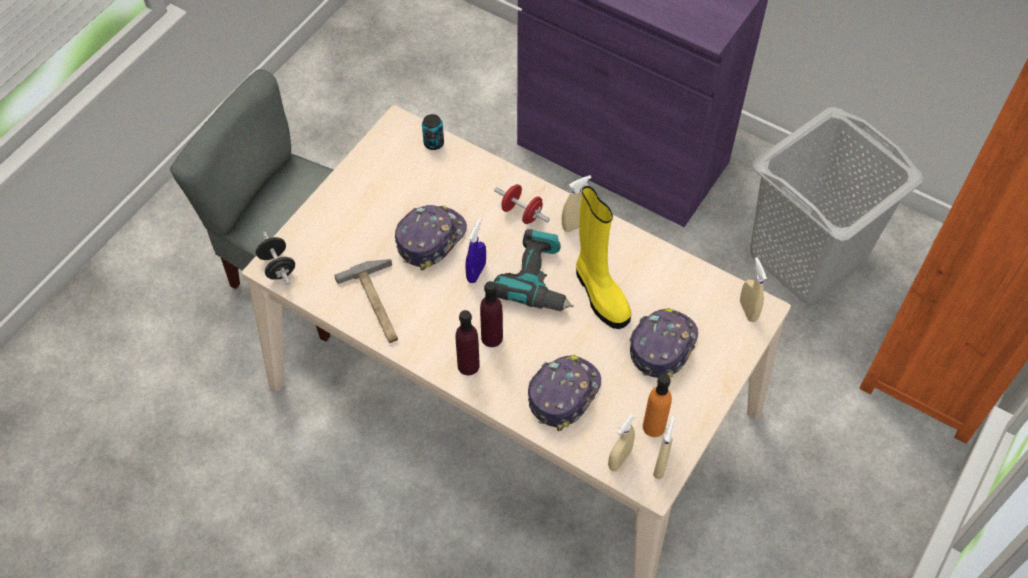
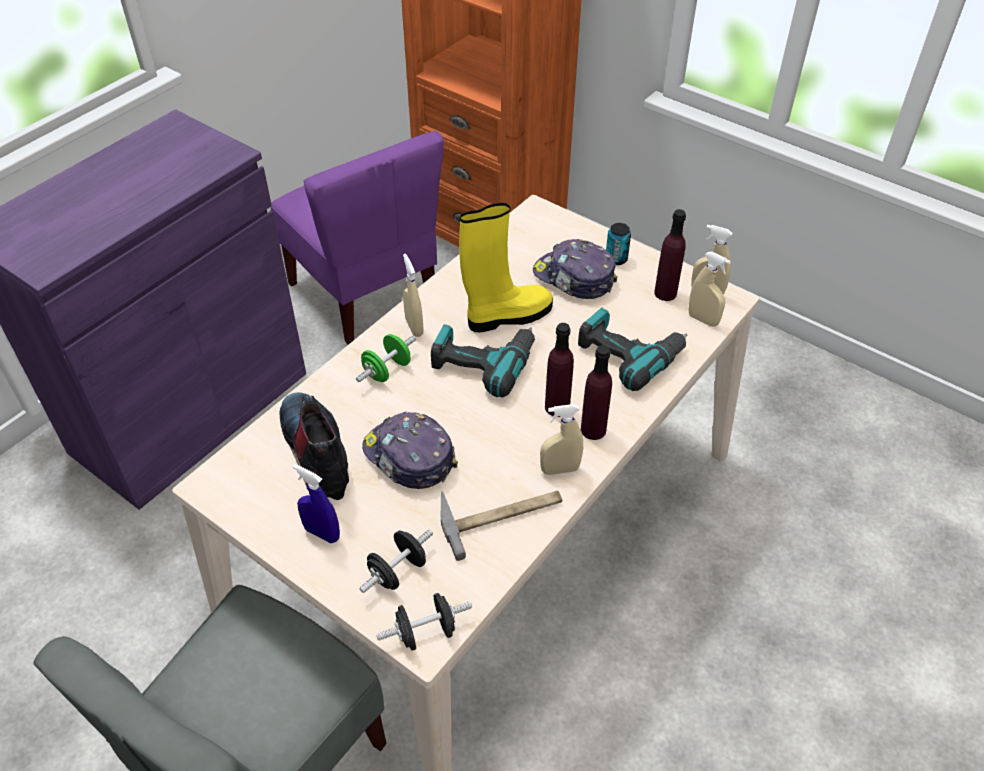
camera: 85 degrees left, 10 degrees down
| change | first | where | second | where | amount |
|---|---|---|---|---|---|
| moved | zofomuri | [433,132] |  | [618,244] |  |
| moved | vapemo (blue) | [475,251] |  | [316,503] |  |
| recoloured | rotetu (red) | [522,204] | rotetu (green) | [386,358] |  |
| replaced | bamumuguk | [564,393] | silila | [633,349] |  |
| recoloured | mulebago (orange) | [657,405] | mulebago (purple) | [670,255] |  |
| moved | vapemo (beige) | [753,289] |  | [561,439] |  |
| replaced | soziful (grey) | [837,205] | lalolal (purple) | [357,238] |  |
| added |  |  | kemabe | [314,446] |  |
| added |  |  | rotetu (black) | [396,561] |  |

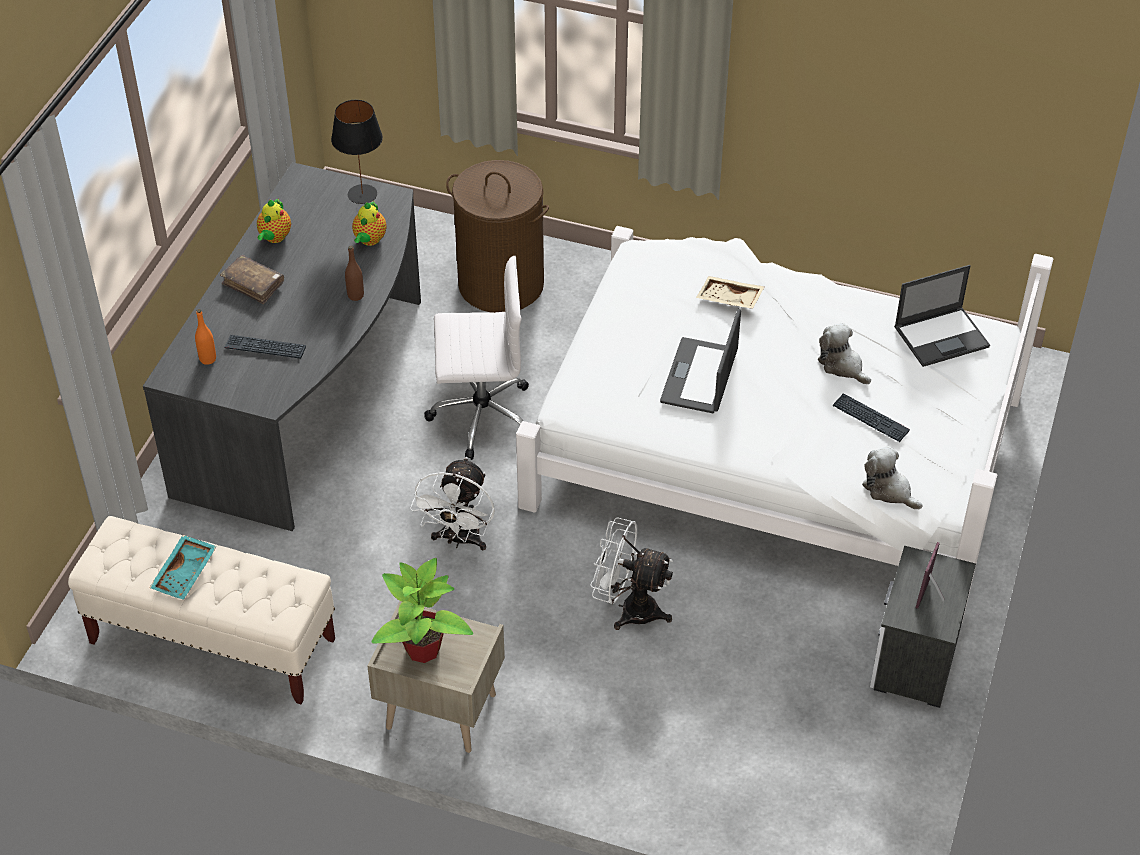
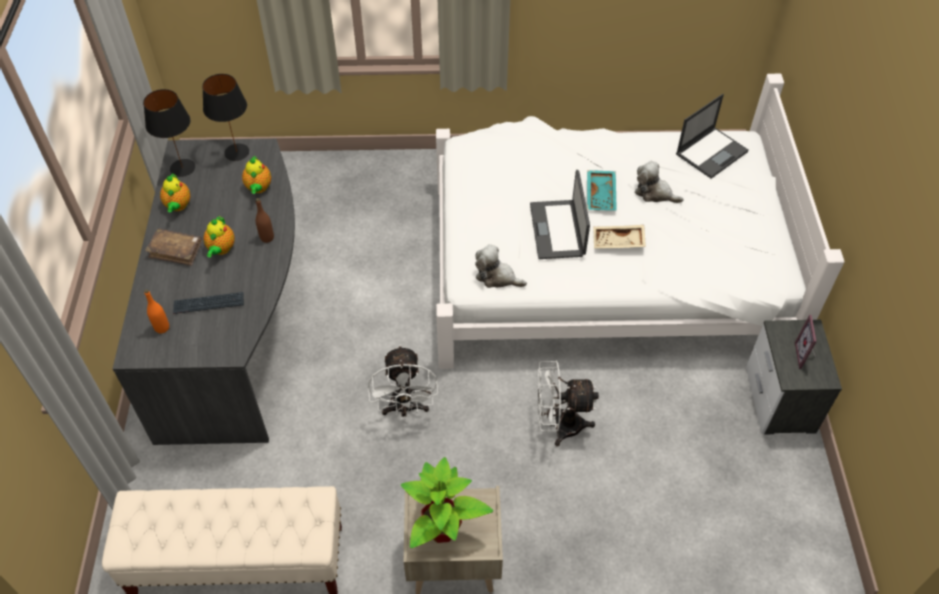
camera: 20 degrees left, 5 degrees up
| change | first | where | second | where | amount |
|---|---|---|---|---|---|
| moved | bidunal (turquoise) | [183,567] |  | [602,190] |  |
| removed | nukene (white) | [476,358] |  |  |  |
| removed | soziful (brown) | [497,236] |  |  |  |
| moved | bidunal (beige) | [730,292] |  | [620,237] |  |
| removed | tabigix | [871,417] |  |  |  |
| moved | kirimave | [892,477] |  | [501,266] |  |
| added |  |  | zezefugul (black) | [169,133] |  |
| added |  |  | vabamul | [219,236] |  |

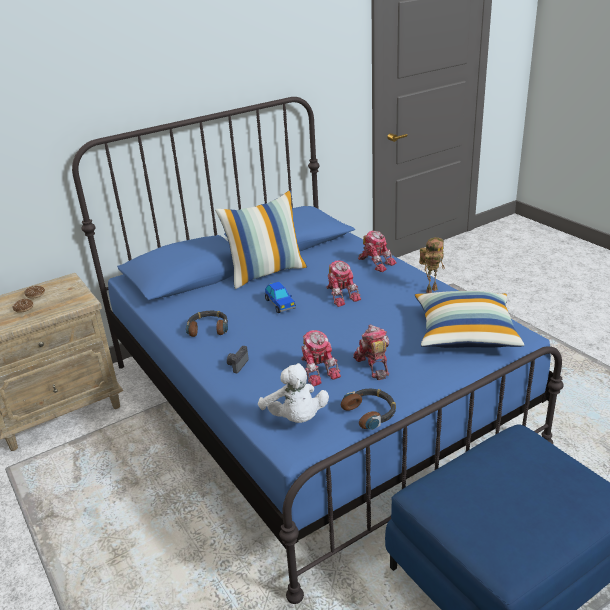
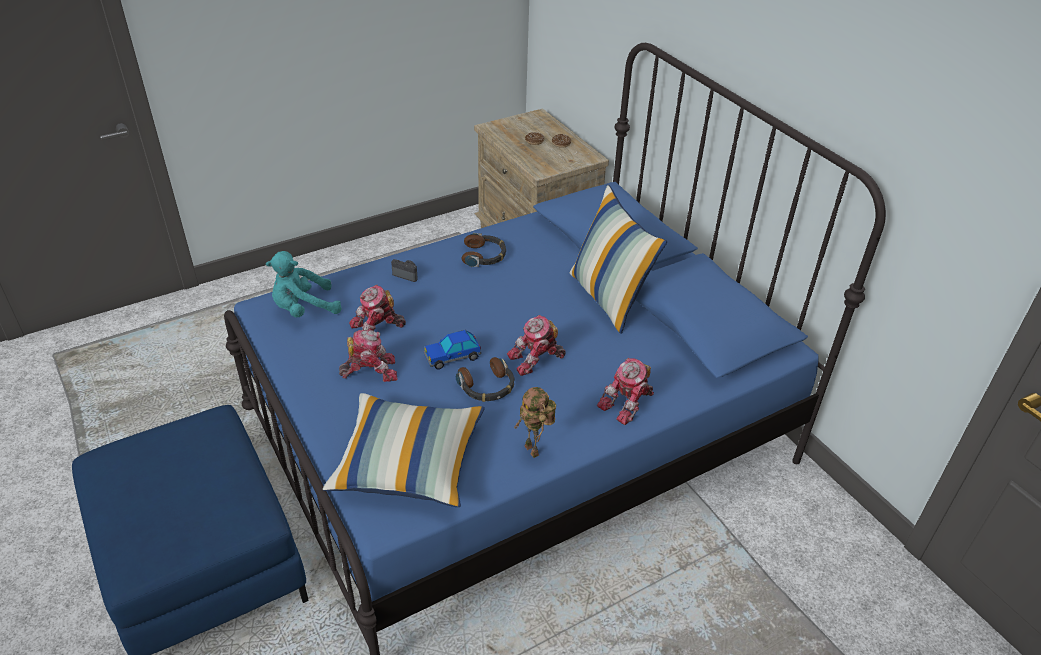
camera: 90 degrees right, 10 degrees up
| change | first | where | second | where | amount |
|---|---|---|---|---|---|
| recoloured | kirimave (white) | [293,393] | kirimave (turquoise) | [304,284] |  |
| moved | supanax | [280,297] |  | [452,350] |  |
| moved | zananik | [368,409] |  | [485,379] |  |

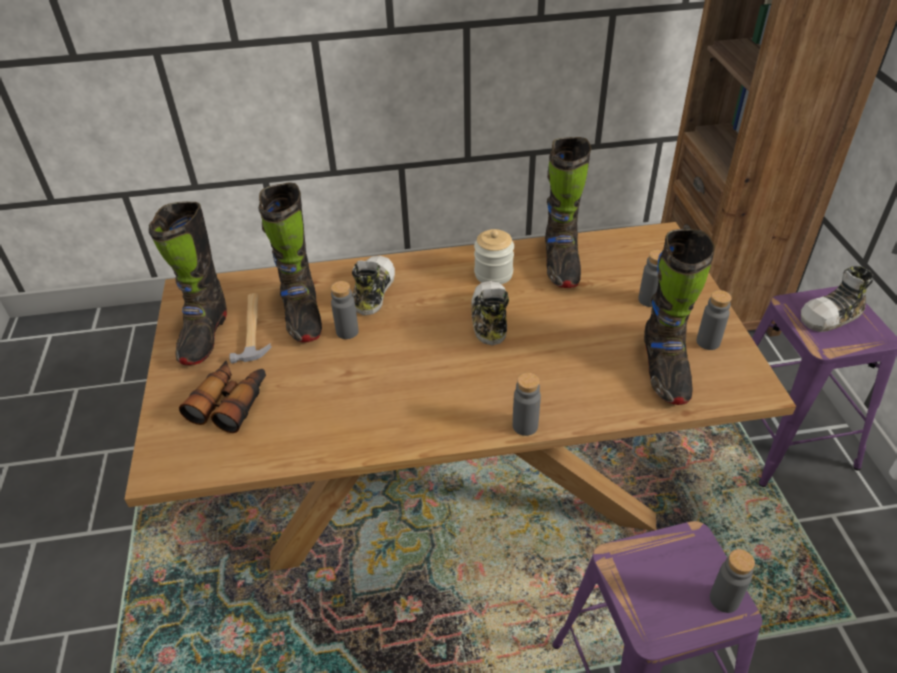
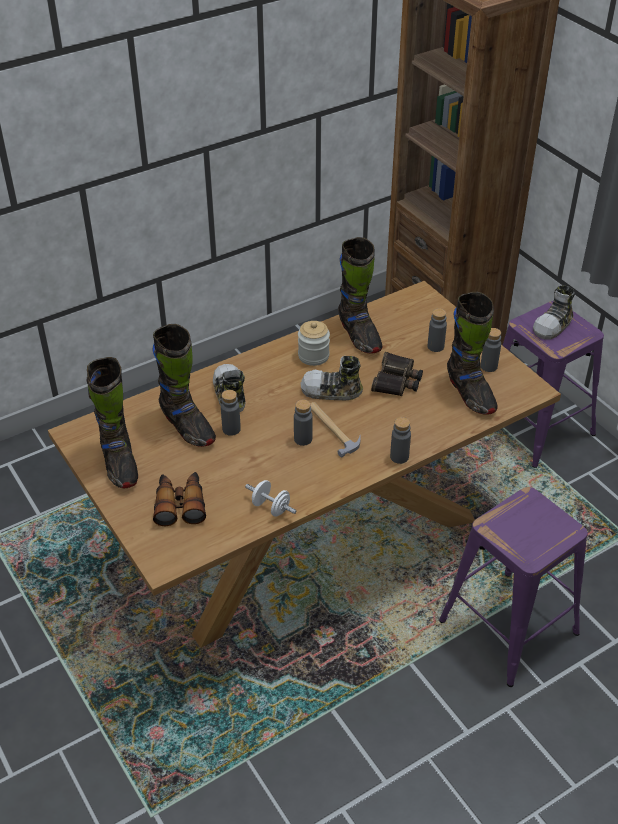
camera: 25 degrees left, 0 degrees up
| change | first | where | second | where | amount |
|---|---|---|---|---|---|
| moved | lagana | [250,328] |  | [335,429] |  |
| turned | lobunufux | [490,313] |  | [331,378] | 60 degrees counterclockwise |
| moved | mulebago (grey) | [732,581] |  | [303,422] |  |
| added |  |  | rotetu (white) | [270,498] |  |
| added |  |  | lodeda | [397,374] |  |

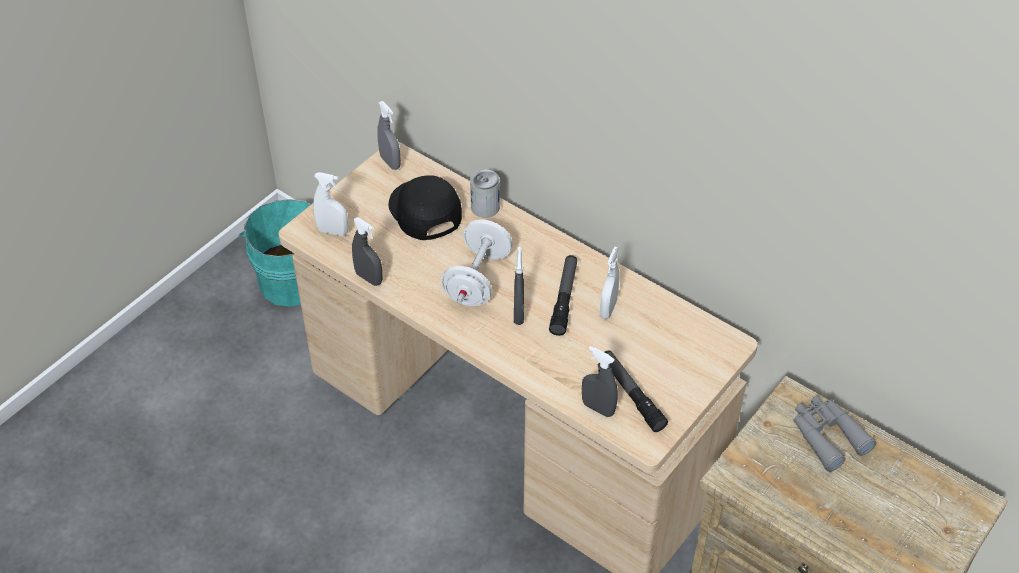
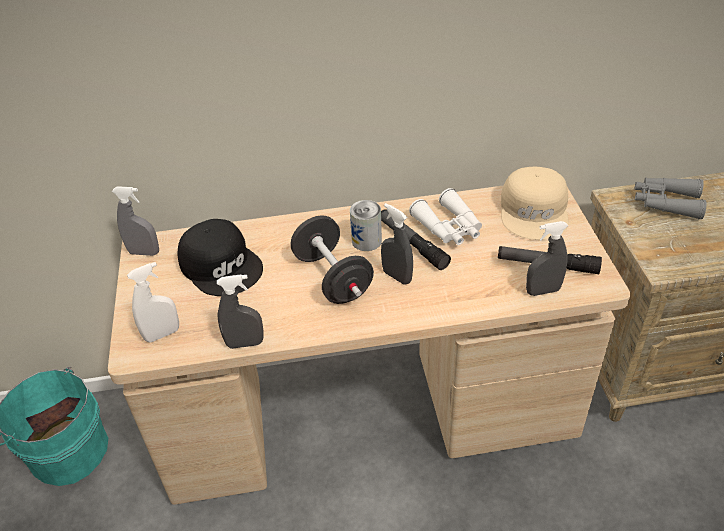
camera: 45 degrees left, 5 degrees down
| change | first | where | second | where | amount |
|---|---|---|---|---|---|
| turned | bamumuguk (black) | [425,207] |  | [220,257] | 150 degrees counterclockwise |
| recoloured | rotetu (white) | [477,263] | rotetu (black) | [332,259] |  |
| moved | zofomuri | [485,194] |  | [366,225] |  |
| replaced | vapemo (white) | [609,282] | lodeda (white) | [445,216] |  |
| added |  |  | bamumuguk (beige) | [535,203] |  |

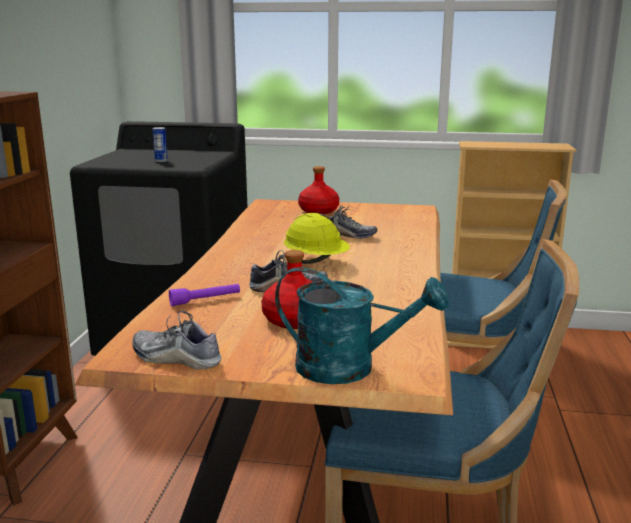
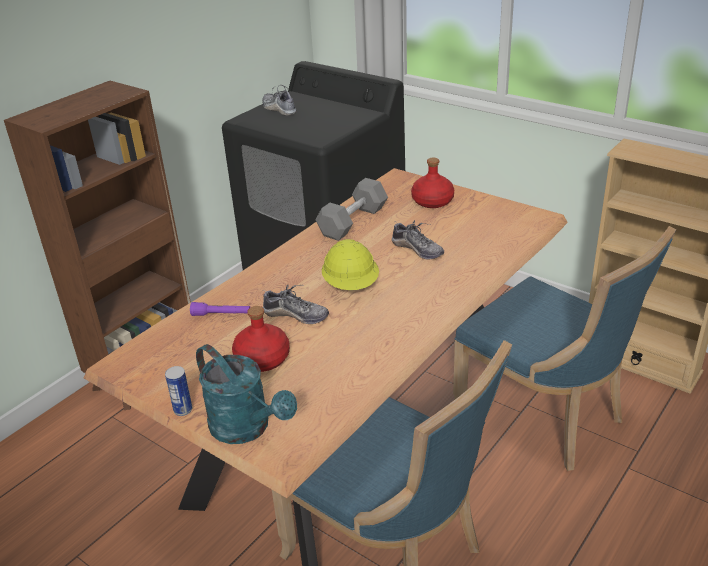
camera: 30 degrees right, 15 degrees up
| change | first | where | second | where | amount |
|---|---|---|---|---|---|
| moved | lobunufux | [176,340] |  | [279,100] |  |
| moved | zofomuri | [160,144] |  | [179,391] |  |
| added |  |  | rotetu (grey) | [352,209] |  |

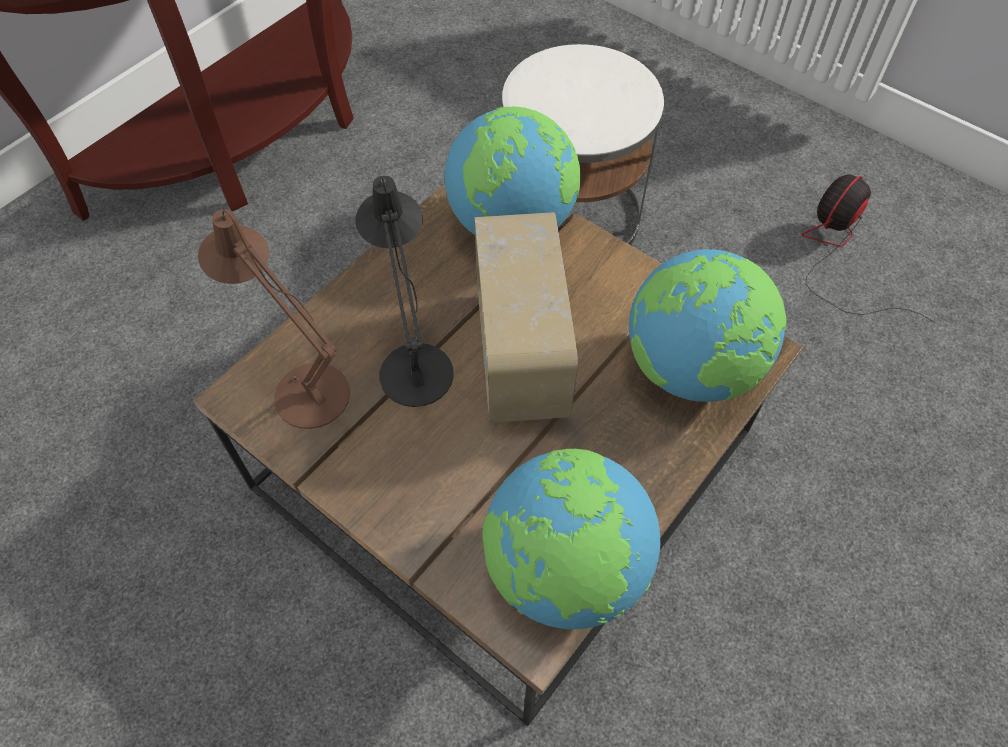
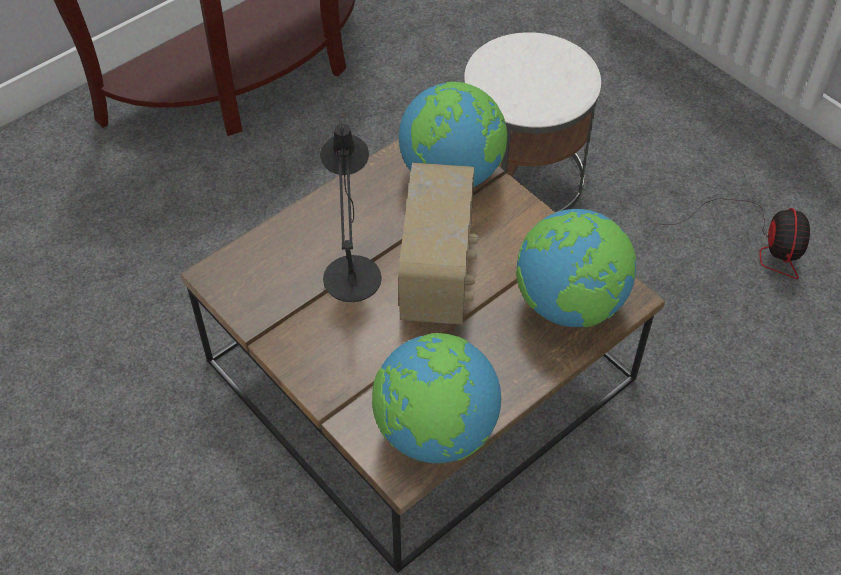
camera: 10 degrees right, 5 degrees down
| change | first | where | second | where | amount |
|---|---|---|---|---|---|
| removed | zezefugul (brown) | [274,319] |  |  |  |
| turned | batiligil | [868,249] |  | [732,238] | 135 degrees clockwise |

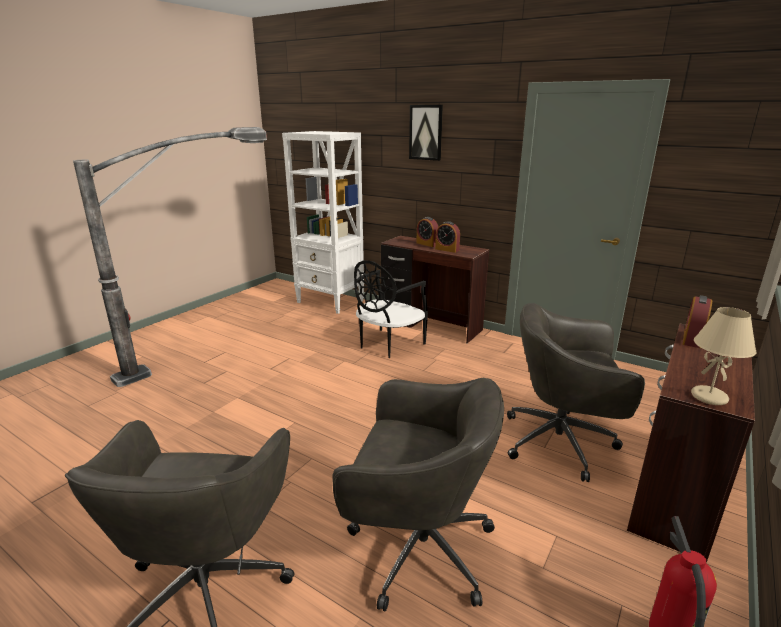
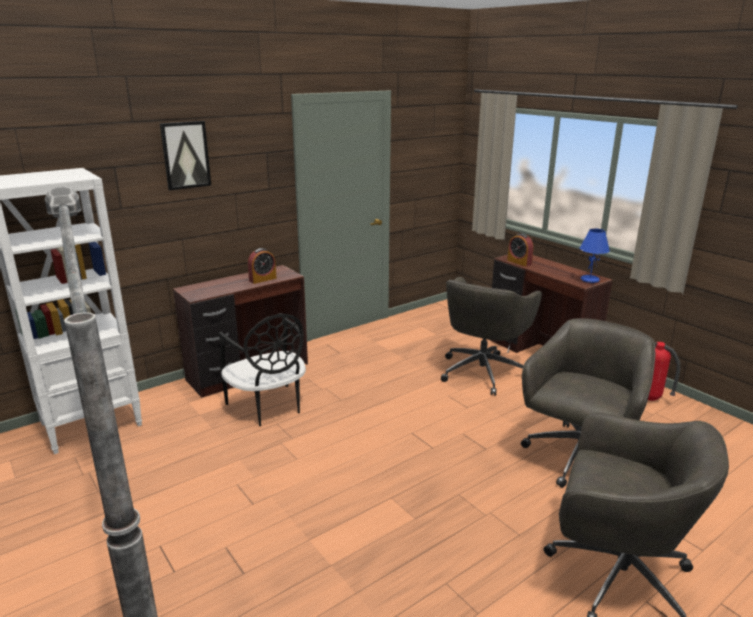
camera: 70 degrees left, 0 degrees up
| change | first | where | second | where | amount |
|---|---|---|---|---|---|
| removed | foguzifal | [427,232] |  |  |  |
| recoloured | zezefugul (beige) | [724,356] | zezefugul (blue) | [594,256] |  |

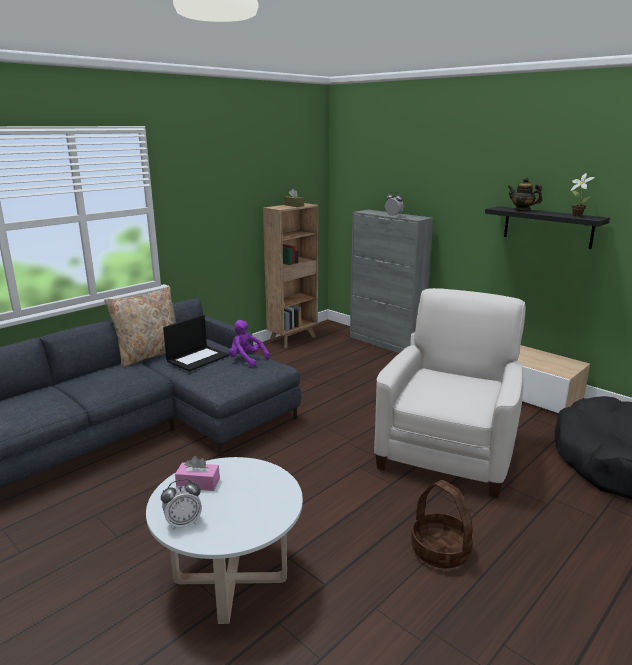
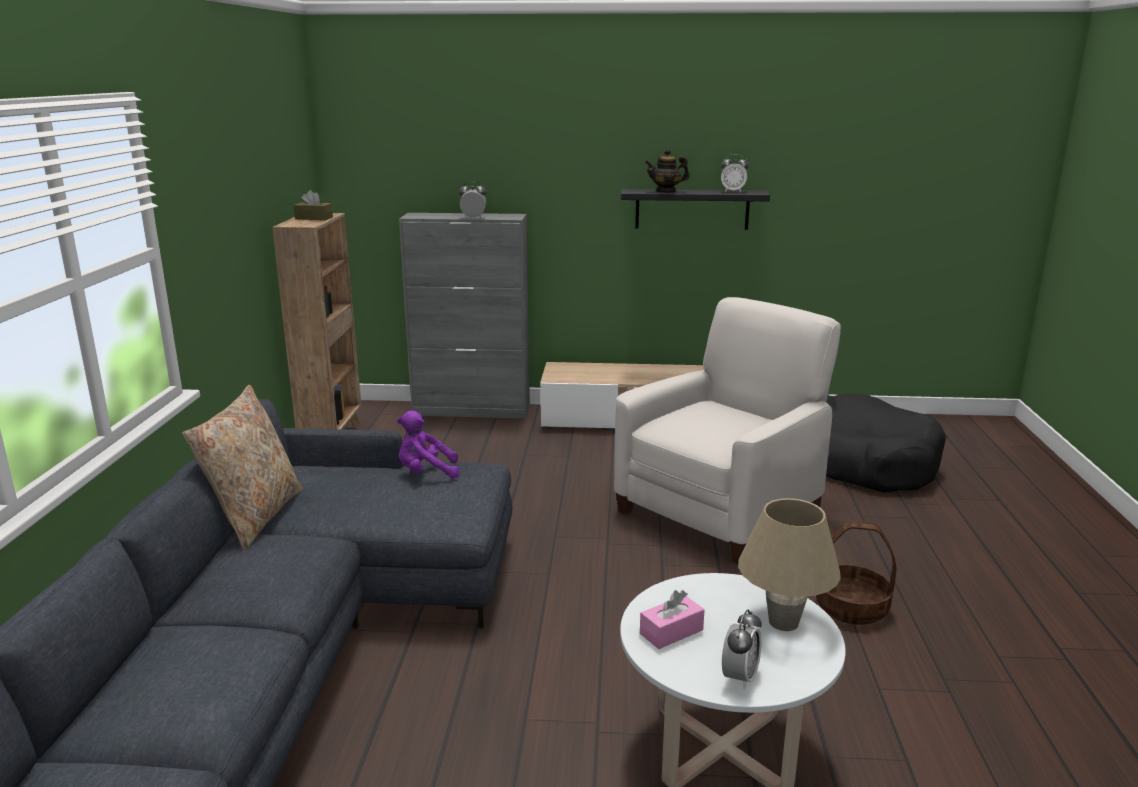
camera: 40 degrees left, 0 degrees up
| change | first | where | second | where | amount |
|---|---|---|---|---|---|
| removed | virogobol | [196,343] |  |  |  |
| turned | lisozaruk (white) | [449,393] |  | [727,430] | 60 degrees clockwise |
| replaced | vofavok | [582,195] | foguzifal | [735,173] |  |
| added |  |  | zezefugul (beige) | [789,564] |  |

